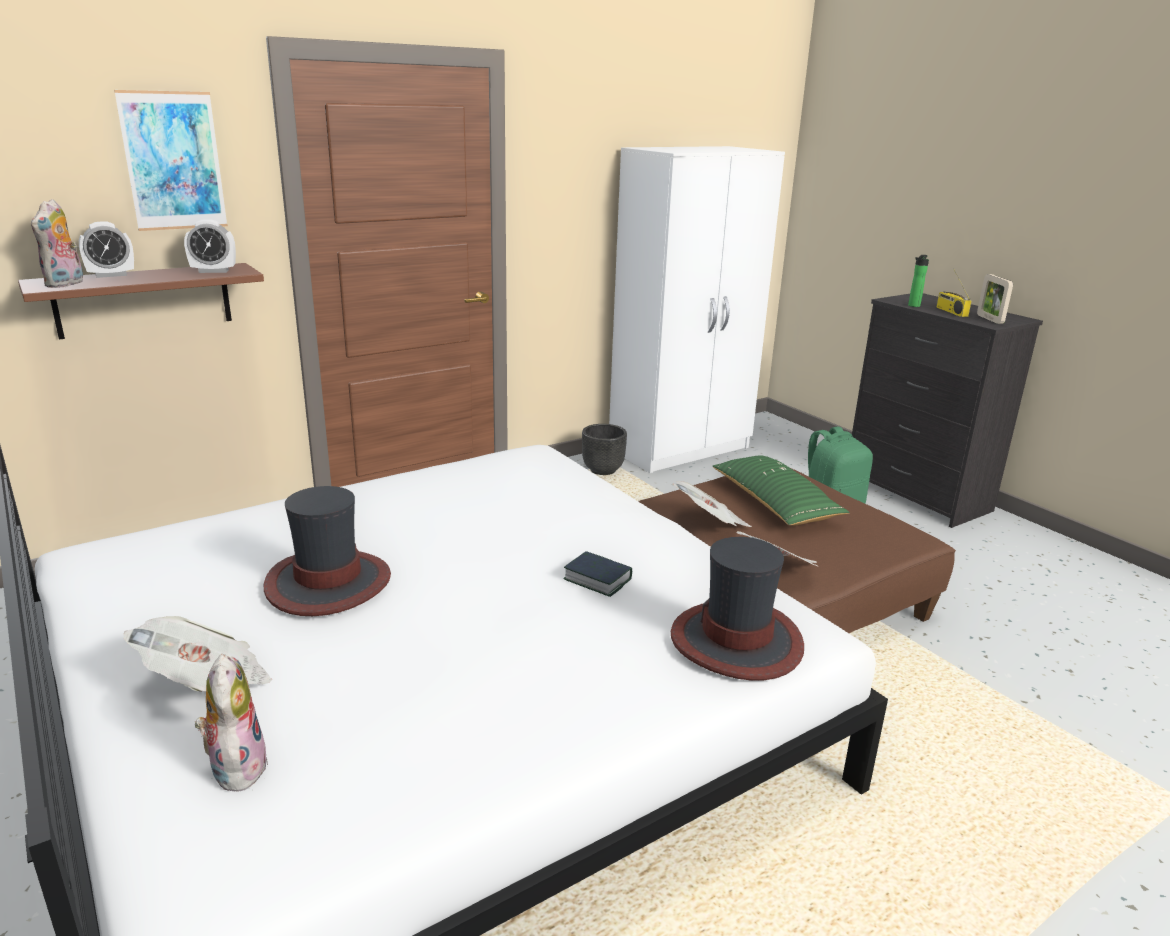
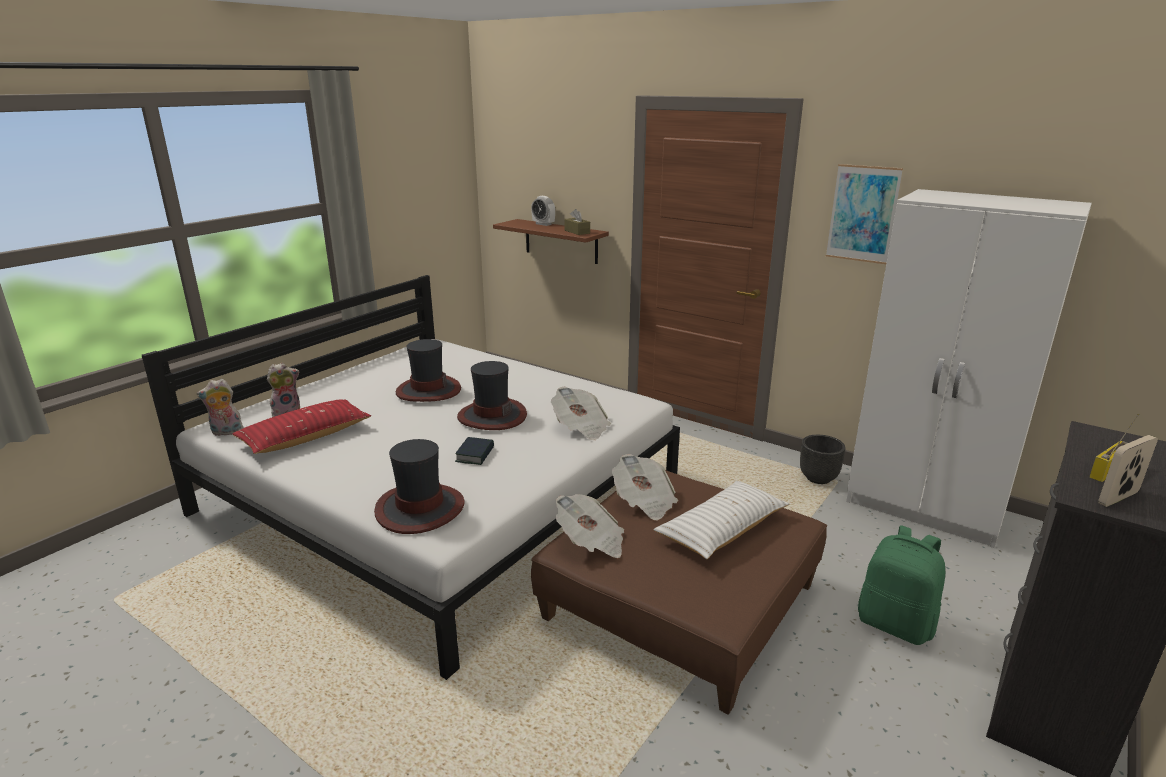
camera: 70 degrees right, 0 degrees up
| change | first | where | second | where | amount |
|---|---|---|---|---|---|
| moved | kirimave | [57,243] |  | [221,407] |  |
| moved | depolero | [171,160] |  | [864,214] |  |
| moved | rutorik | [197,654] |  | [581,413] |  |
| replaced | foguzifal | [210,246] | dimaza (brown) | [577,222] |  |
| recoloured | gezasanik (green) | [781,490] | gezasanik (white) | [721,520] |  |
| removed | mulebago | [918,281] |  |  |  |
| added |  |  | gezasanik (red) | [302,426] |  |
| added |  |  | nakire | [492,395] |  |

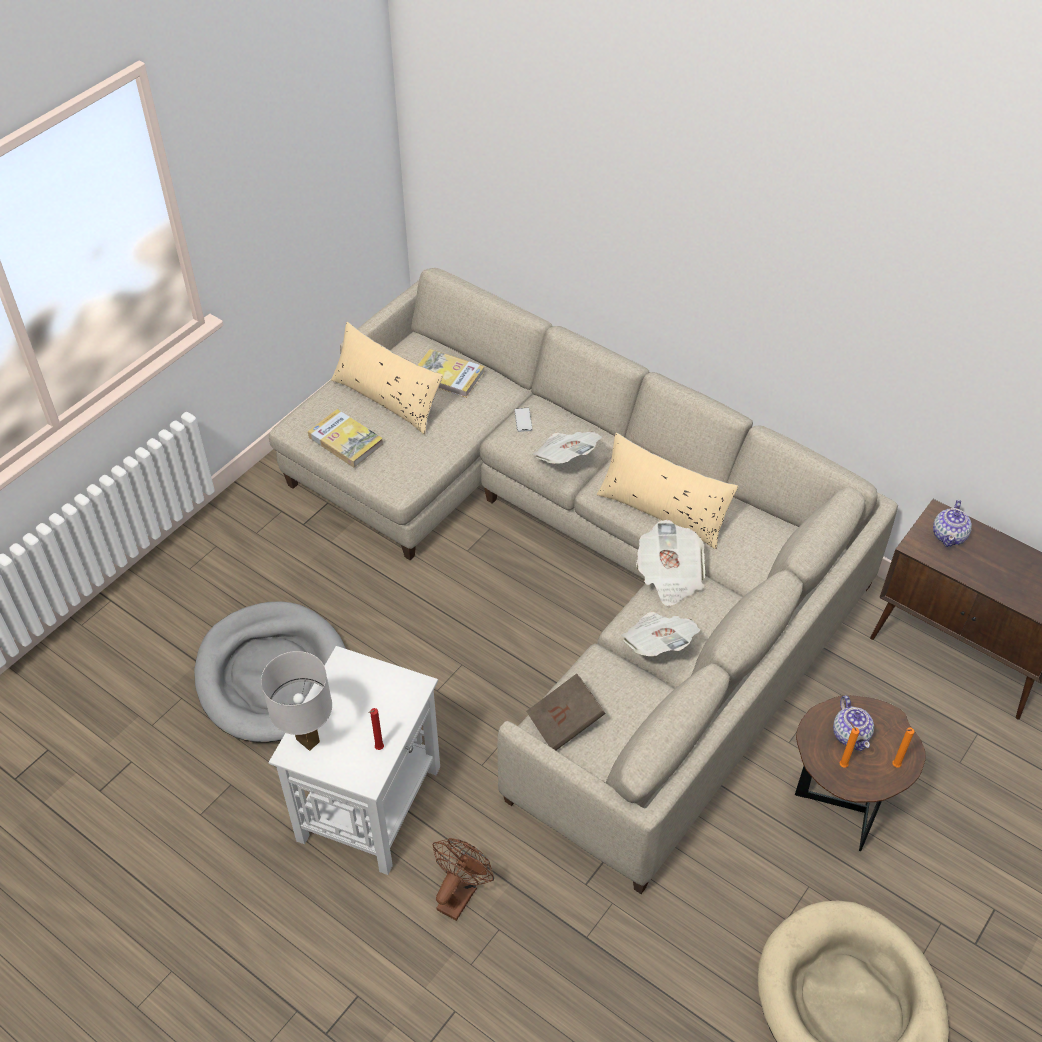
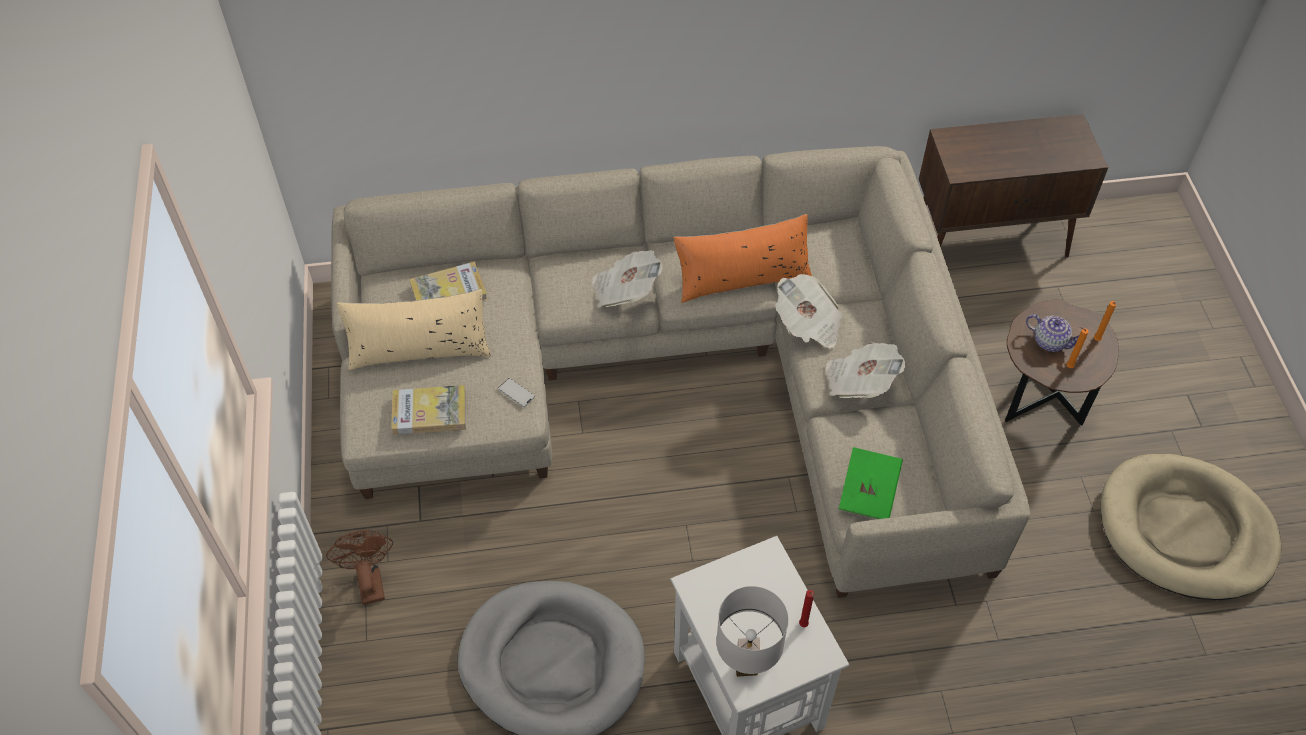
camera: 45 degrees left, 5 degrees up
| change | first | where | second | where | amount |
|---|---|---|---|---|---|
| moved | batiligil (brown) | [463,879] |  | [359,567] |  |
| moved | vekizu | [523,420] |  | [516,392] |  |
| recoloured | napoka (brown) | [566,712] | napoka (green) | [871,483] |  |
| recoloured | gezasanik (beige) | [667,491] | gezasanik (orange) | [743,258] |  |
| removed | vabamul | [952,523] |  |  |  |

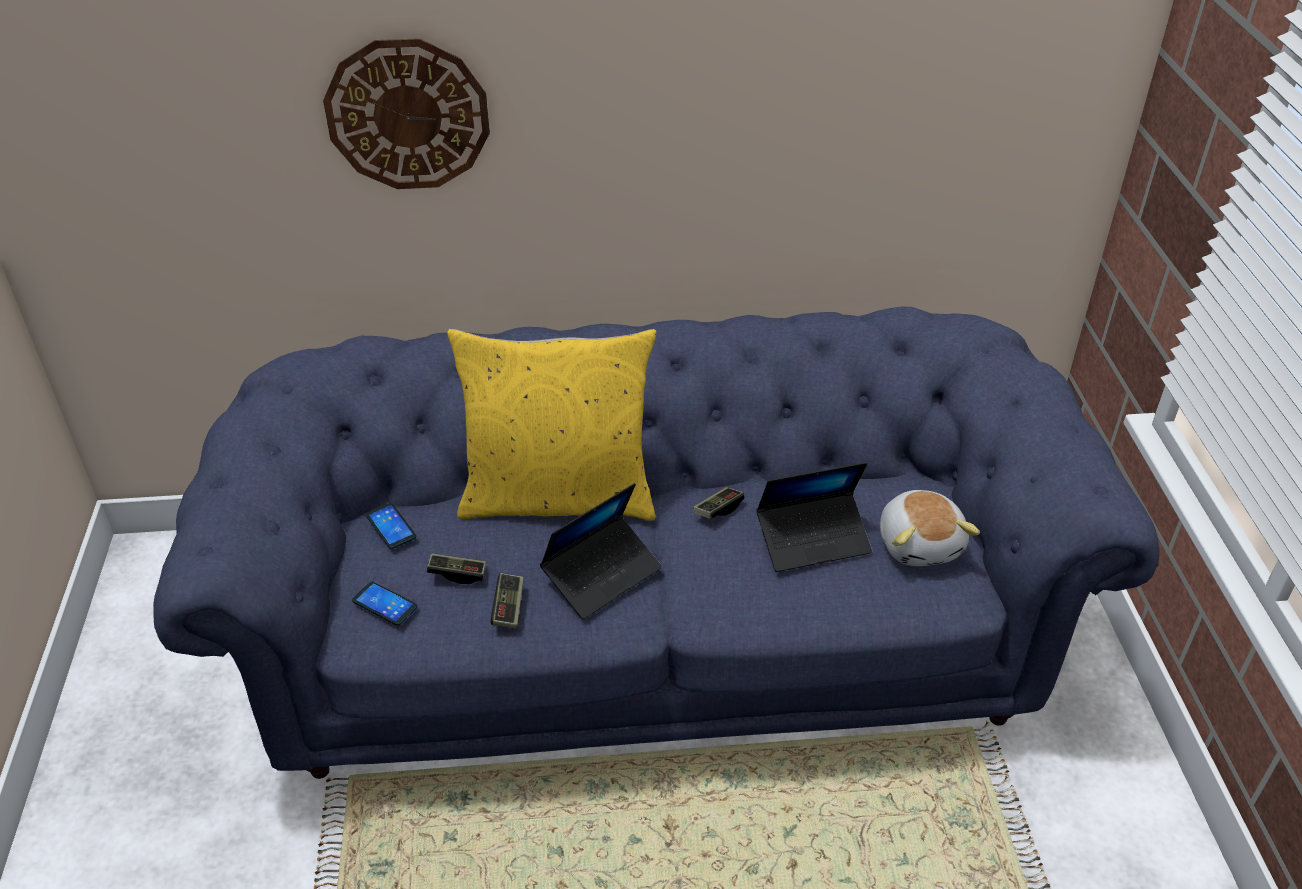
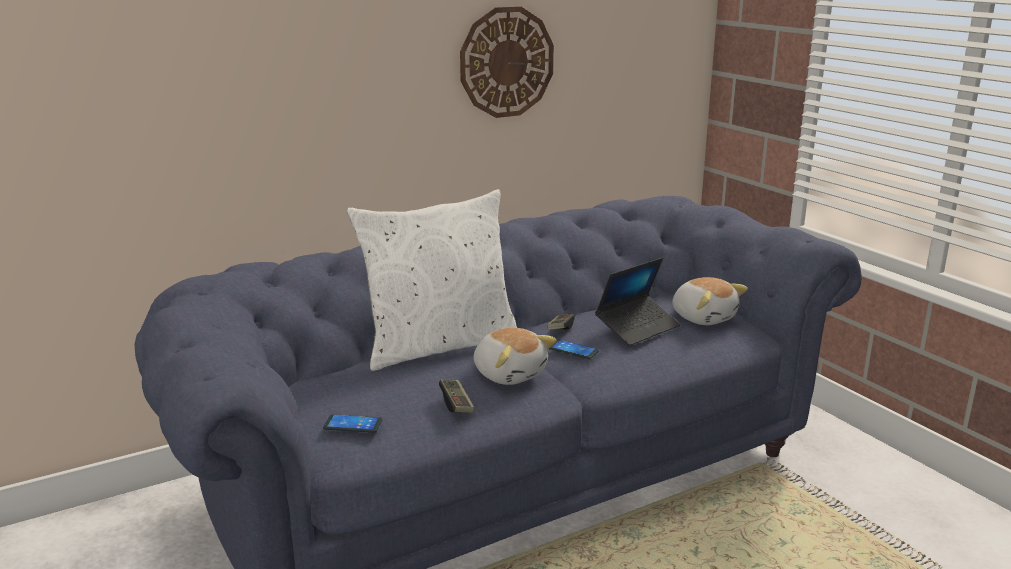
camera: 25 degrees left, 20 degrees down
| change | first | where | second | where | amount |
|---|---|---|---|---|---|
| moved | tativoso | [406,113] |  | [507,62] |  |
| moved | vekizu | [391,526] |  | [574,349] |  |
| removed | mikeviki | [456,568] |  |  |  |
| recoloured | gezasanik (yellow) | [551,425] | gezasanik (white) | [432,280] |  |
| replaced | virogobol | [601,551] | kirimave | [515,356] |  |

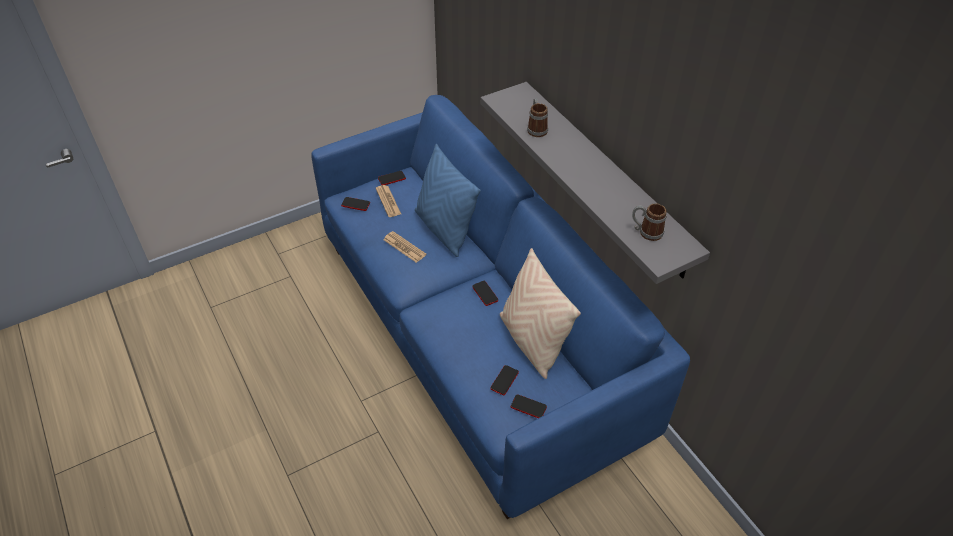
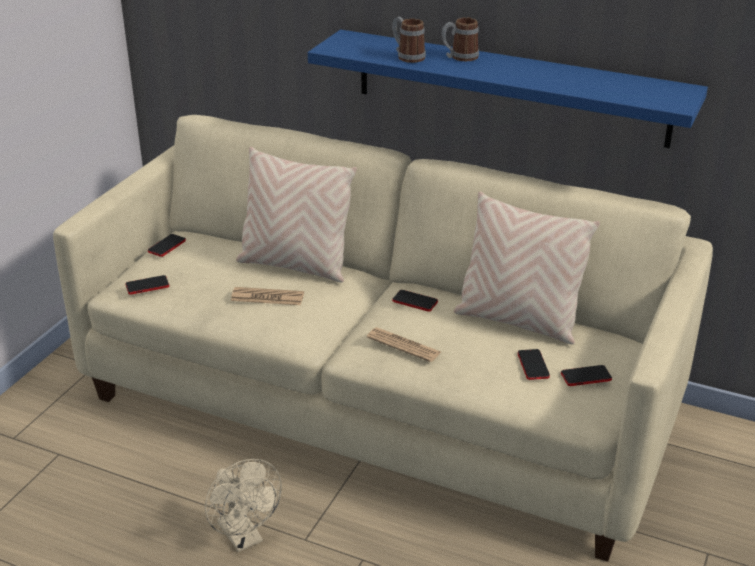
camera: 35 degrees left, 15 degrees down
| change | first | where | second | where | amount |
|---|---|---|---|---|---|
| recoloured | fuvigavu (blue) | [500,307] | fuvigavu (beige) | [383,338] |  |
| moved | rutorik | [388,201] |  | [404,344] |  |
| recoloured | gezasanik (blue) | [448,200] | gezasanik (beige) | [296,215] |  |
| recoloured | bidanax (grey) | [595,183] | bidanax (blue) | [508,88] |  |
| moved | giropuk | [649,222] |  | [460,39] |  |
| added |  |  | batiligil (beige) | [243,505] |  |

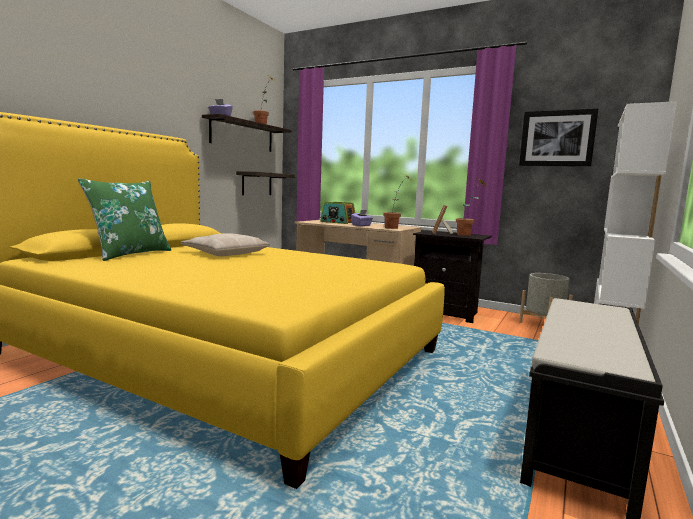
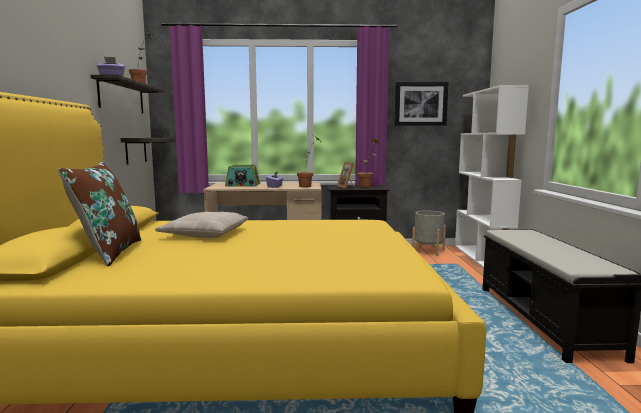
camera: 30 degrees left, 0 degrees up
| change | first | where | second | where | amount |
|---|---|---|---|---|---|
| recoloured | gezasanik (green) | [124,219] | gezasanik (brown) | [99,213] |  |

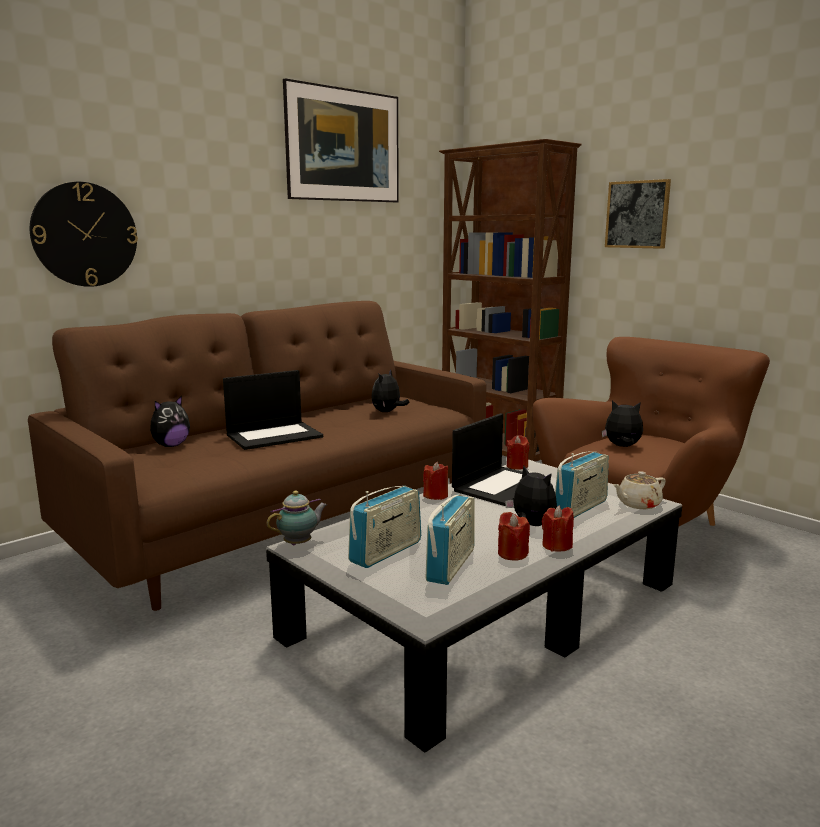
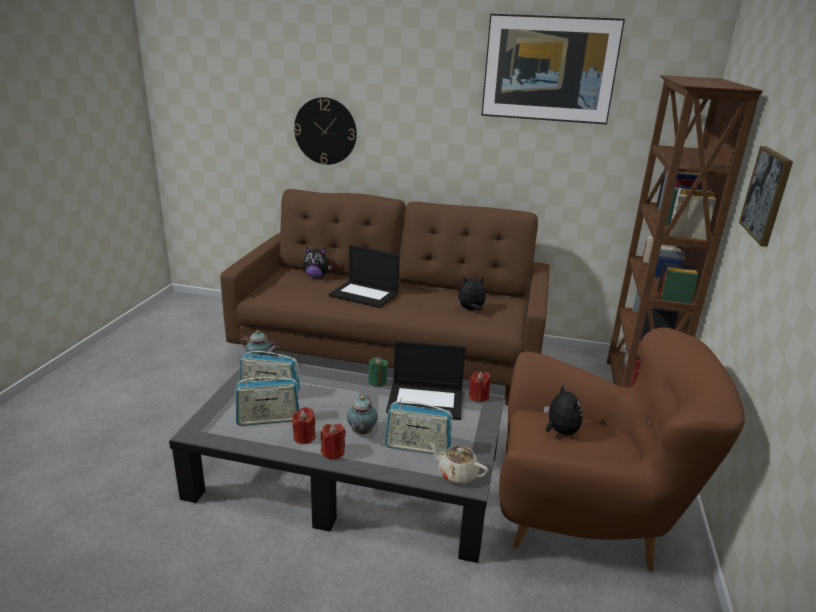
camera: 55 degrees right, 10 degrees up
| change | first | where | second | where | amount |
|---|---|---|---|---|---|
| recoloured | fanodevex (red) | [435,481] | fanodevex (green) | [378,371] |  |
| replaced | kirimave | [531,496] | vabamul | [362,415] |  |

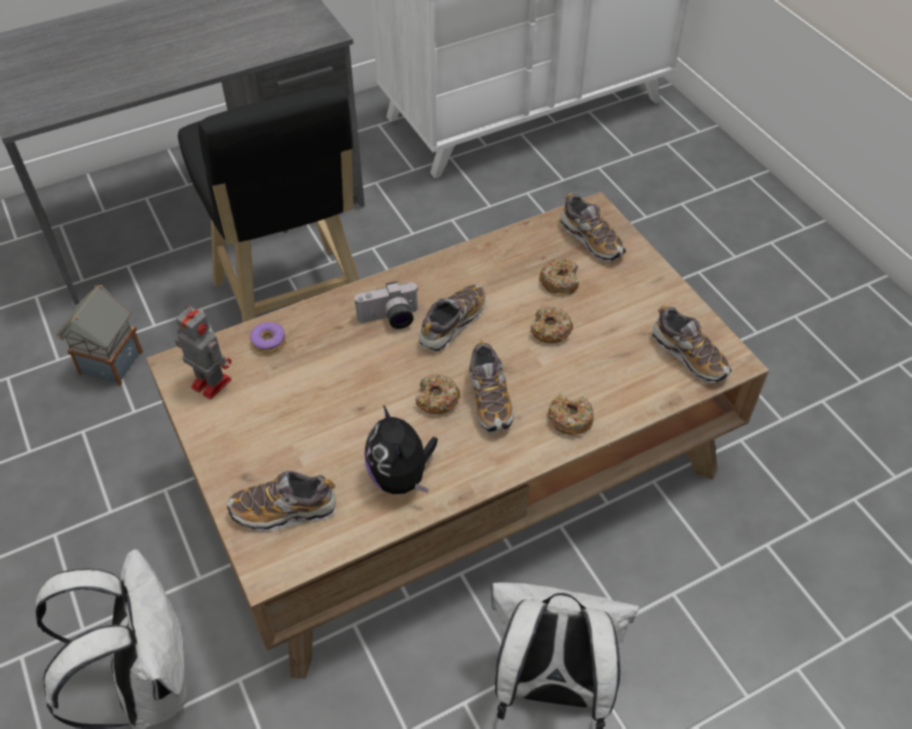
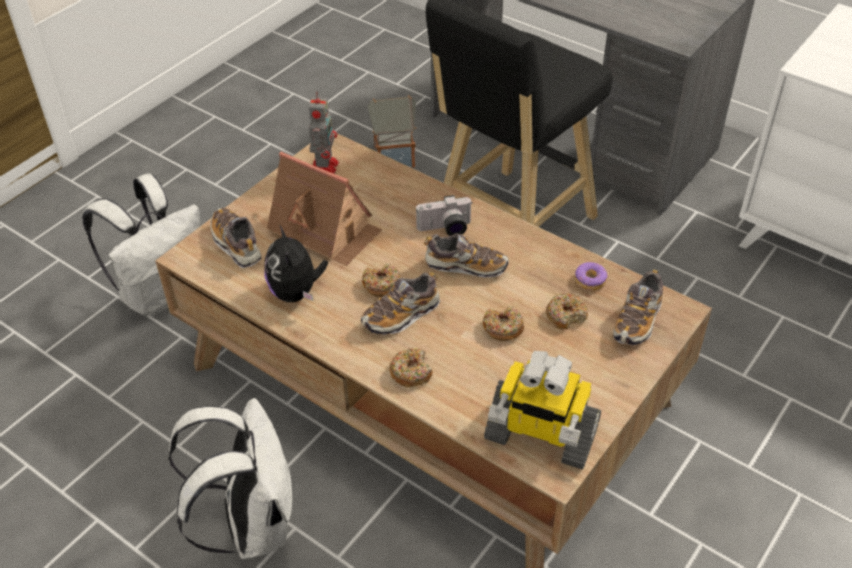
camera: 65 degrees right, 5 degrees down
| change | first | where | second | where | amount |
|---|---|---|---|---|---|
| moved | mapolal | [268,337] |  | [591,276] |  |
| turned | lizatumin | [386,305] |  | [444,215] | 60 degrees counterclockwise |
| turned | kirimave | [401,449] |  | [296,263] | 60 degrees counterclockwise |
| replaced | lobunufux | [691,344] | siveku | [542,410] |  |
| added |  |  | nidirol | [324,208] |  |

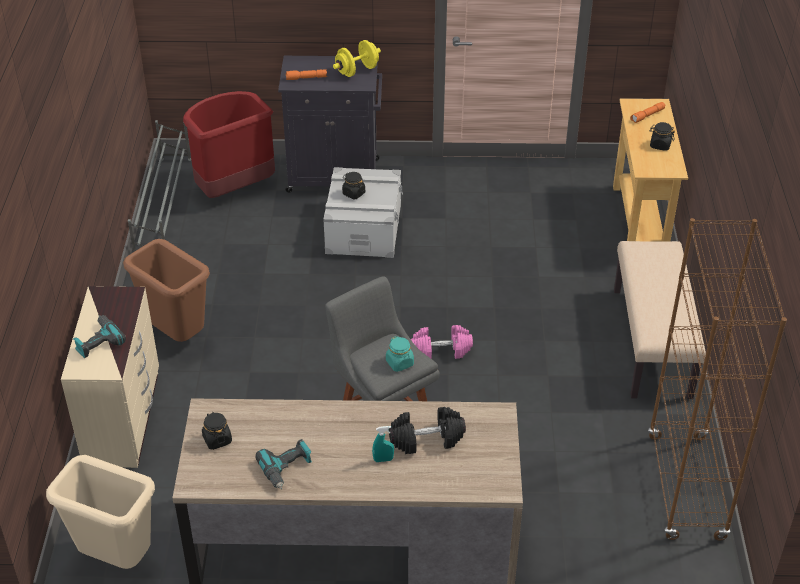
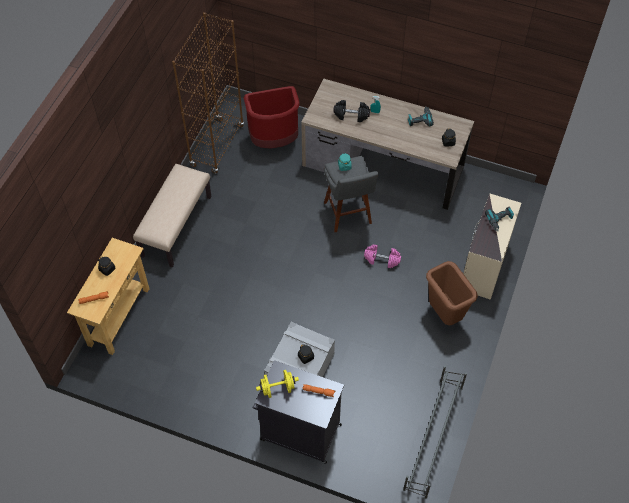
camera: 160 degrees left, 15 degrees up
| change | first | where | second | where | amount |
|---|---|---|---|---|---|
| removed | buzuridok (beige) | [100,512] |  |  |  |
| moved | buzuridok (red) | [229,144] |  | [272,117] |  |
| moved | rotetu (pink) | [442,342] |  | [382,256] |  |

